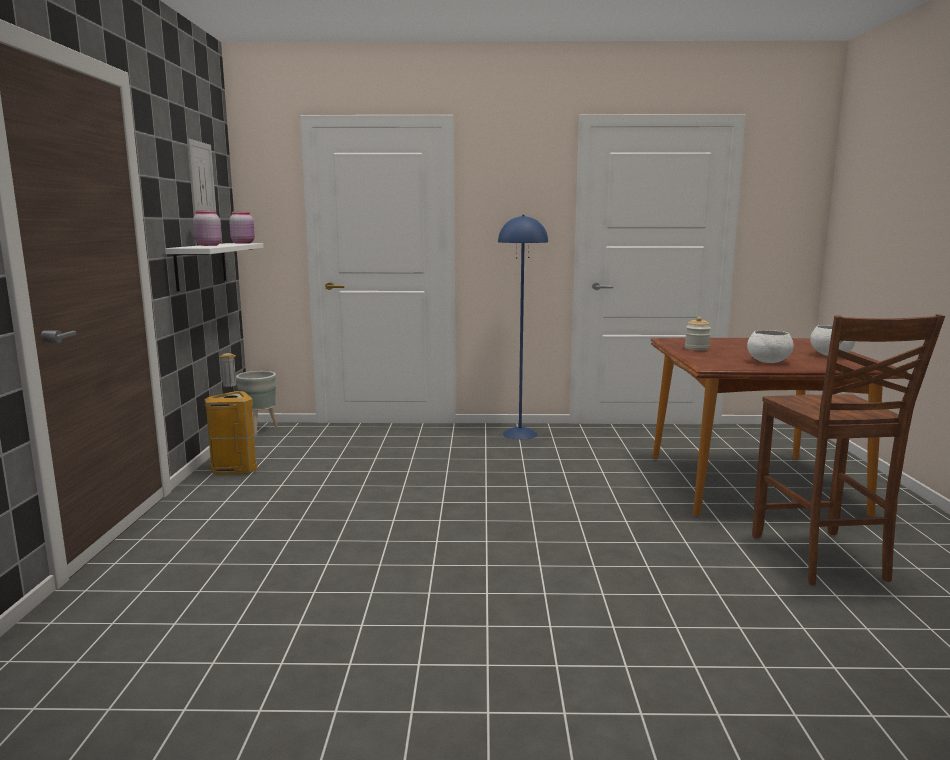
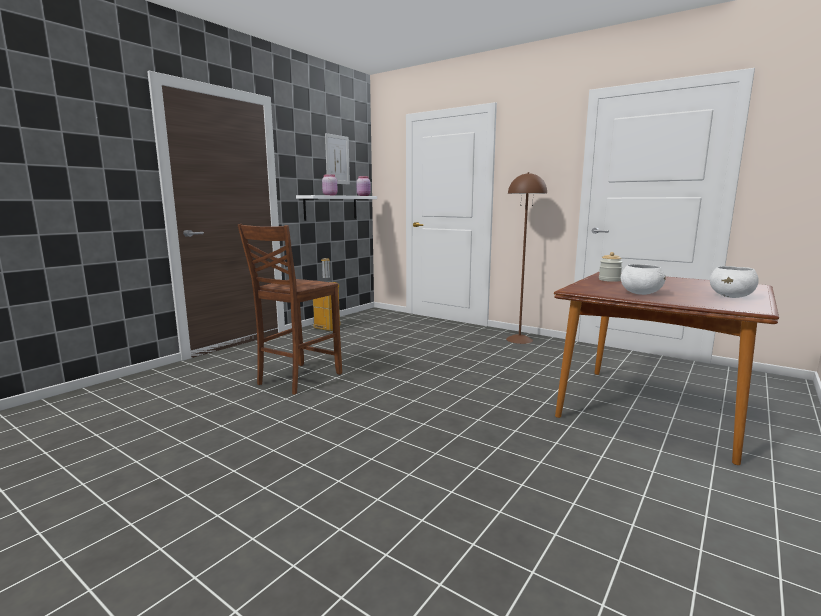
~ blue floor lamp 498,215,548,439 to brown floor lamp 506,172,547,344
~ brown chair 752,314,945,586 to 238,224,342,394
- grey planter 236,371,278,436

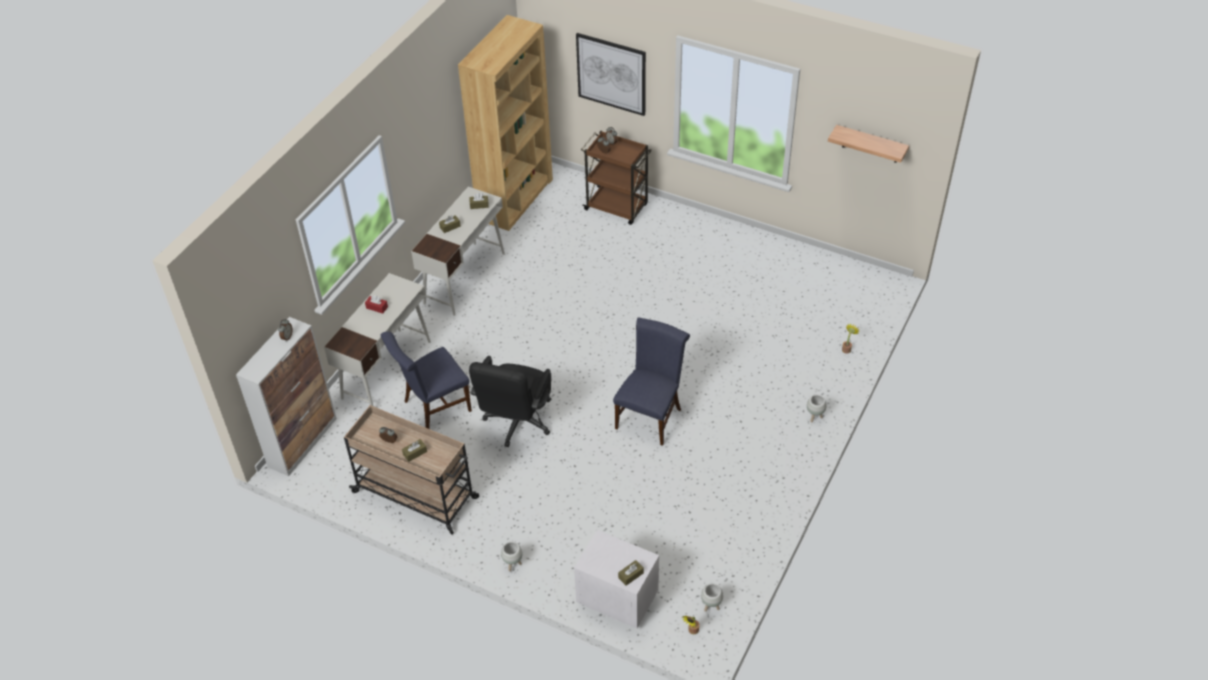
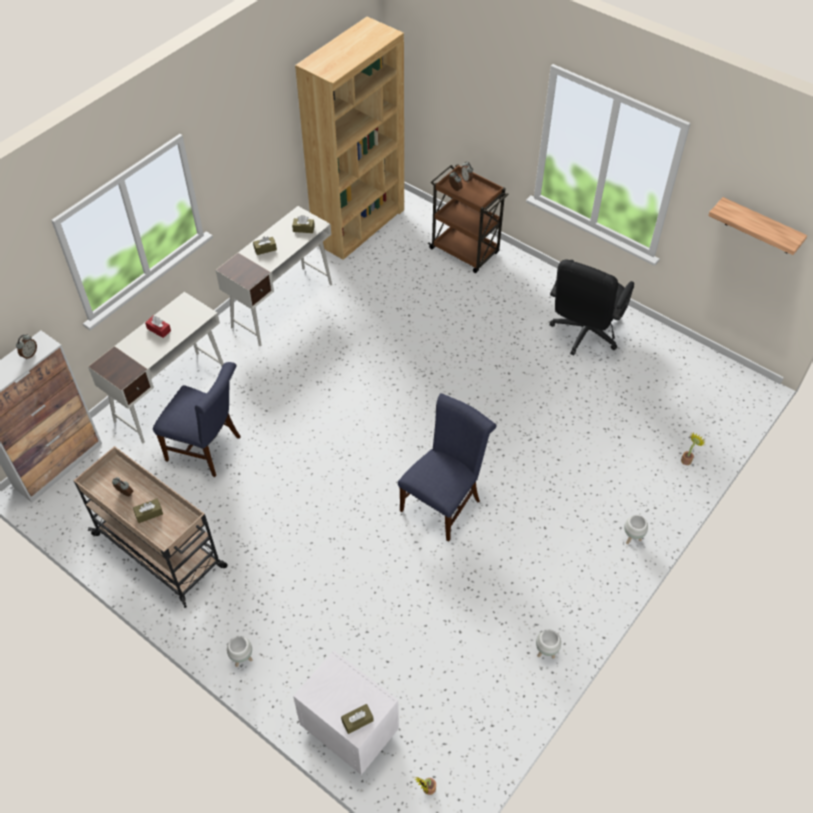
- picture 576,33,646,116
~ blue chair 381,332,472,429 = 153,362,241,477 135 degrees counterclockwise
~ black office chair 469,356,552,447 to 550,259,634,355
~ white planter 701,583,723,612 to 536,629,561,659

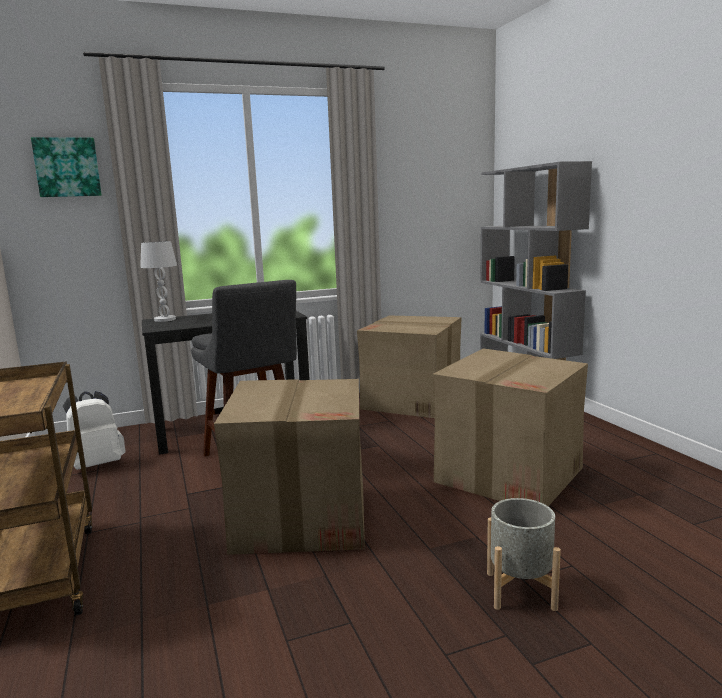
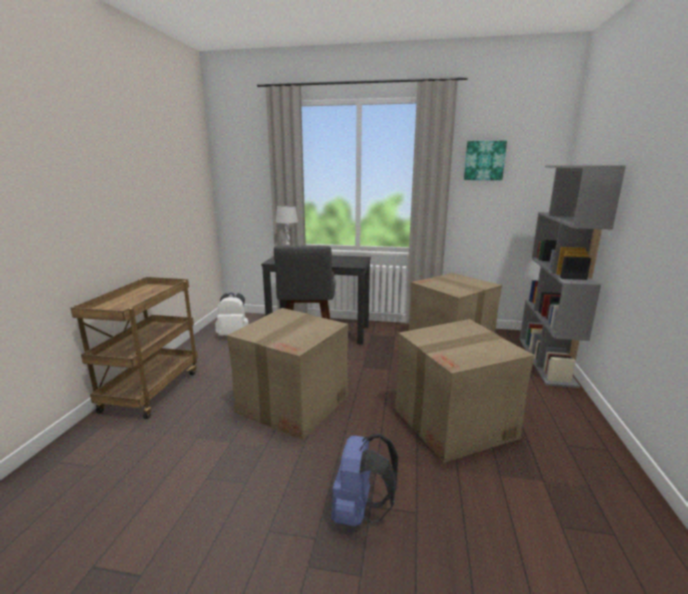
~ picture 31,137,102,197 to 464,141,507,180
~ grey planter 487,498,561,611 to blue backpack 331,434,398,527

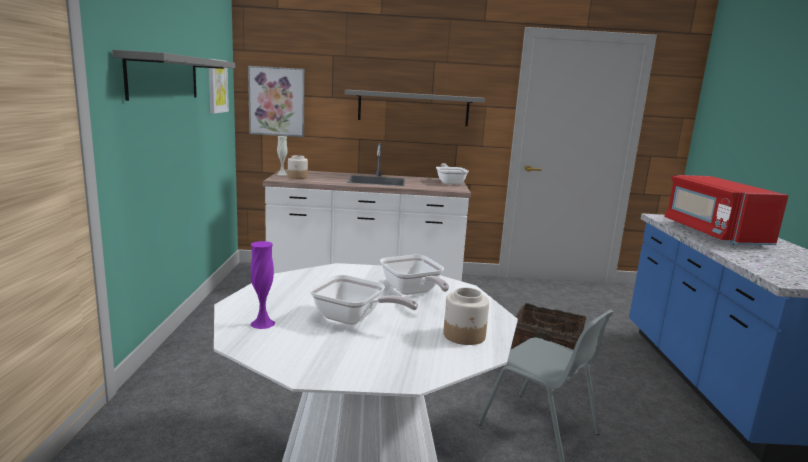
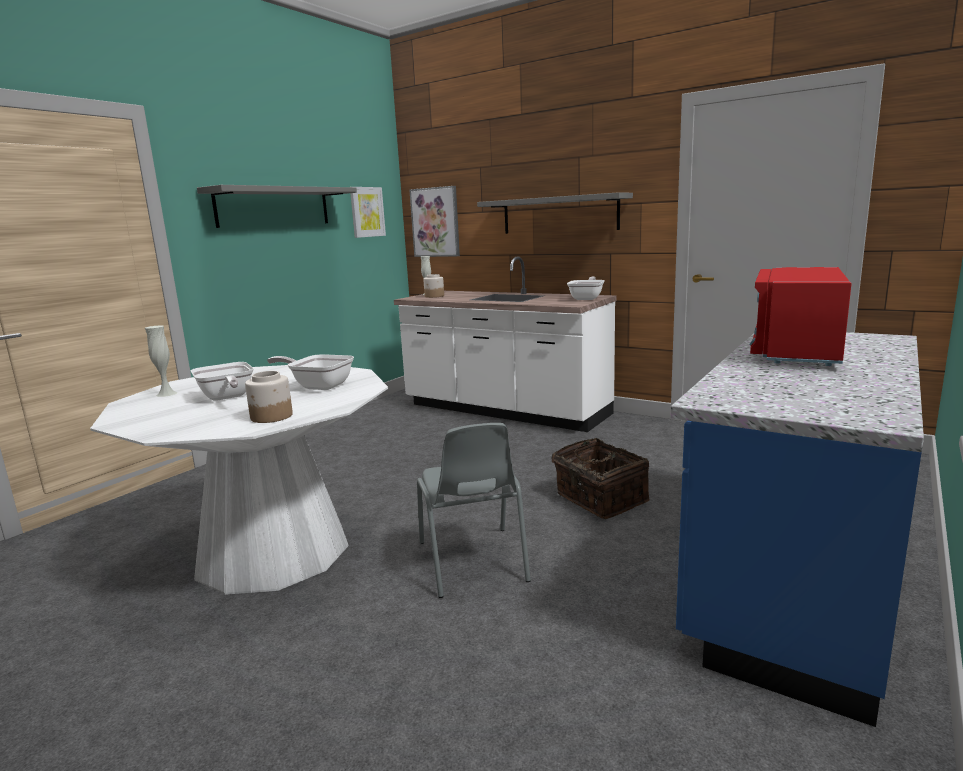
~ purple vase 251,241,275,329 to white vase 145,325,178,397
~ frying pan 380,255,449,295 = 267,354,354,390 105 degrees clockwise

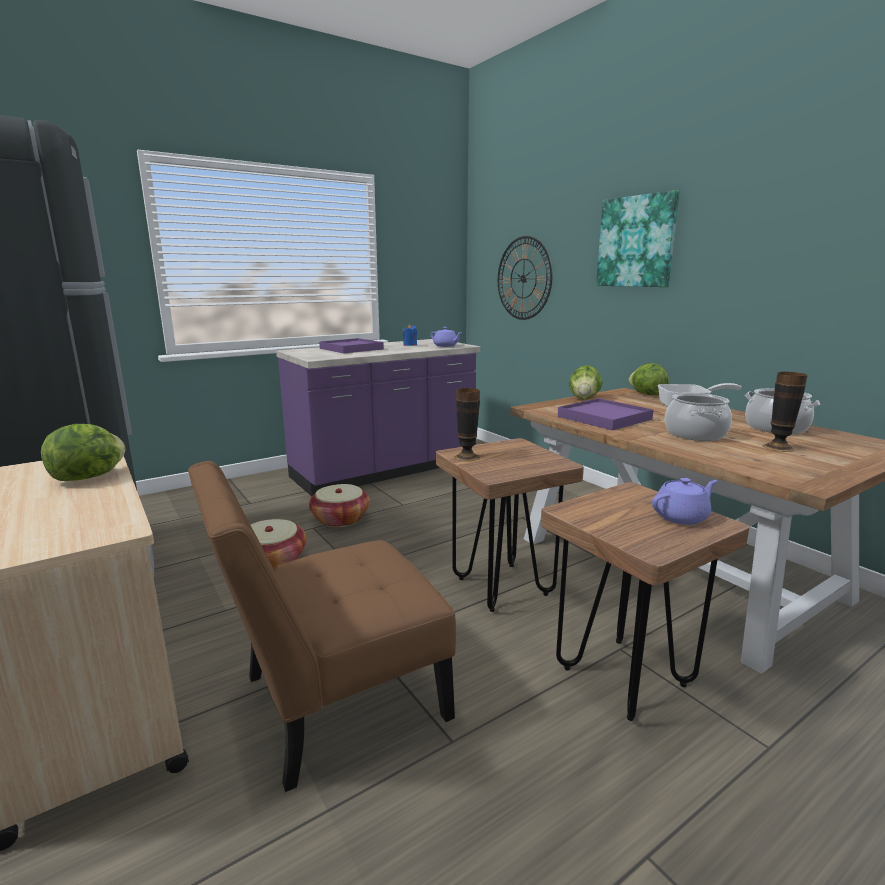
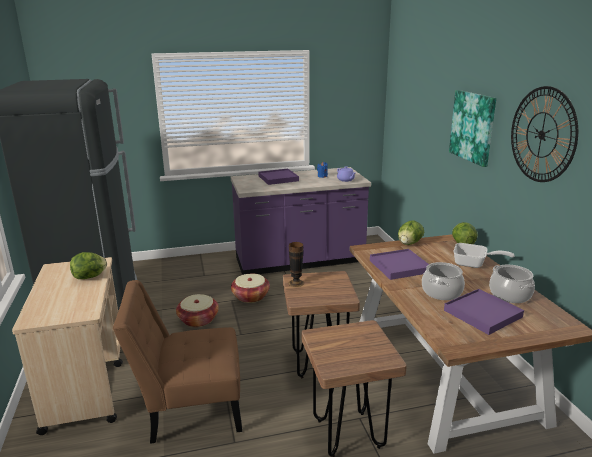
~ wall clock 498,236,553,320 to 511,86,578,182
~ vase 763,372,808,452 to purple tray 444,289,524,335
- purple teapot 652,478,717,525

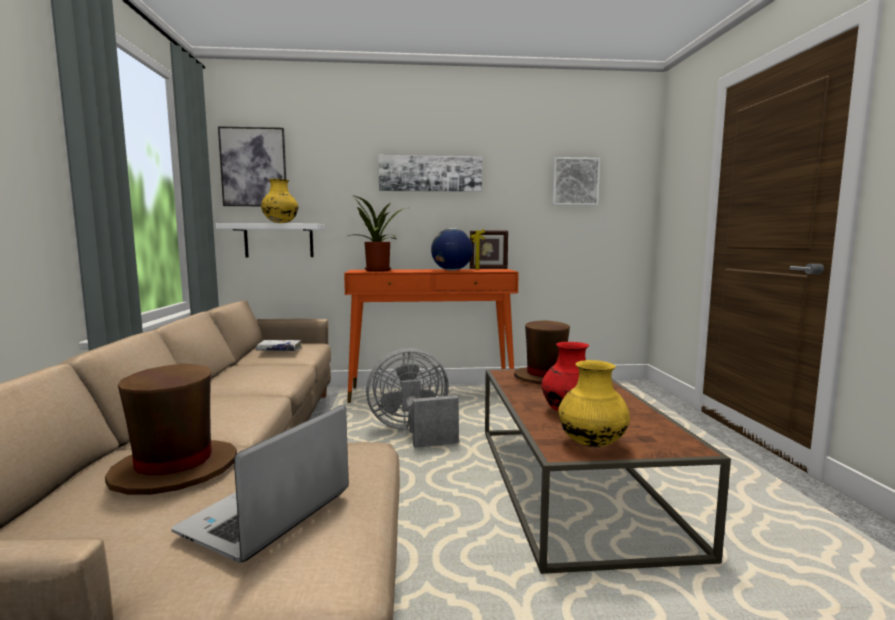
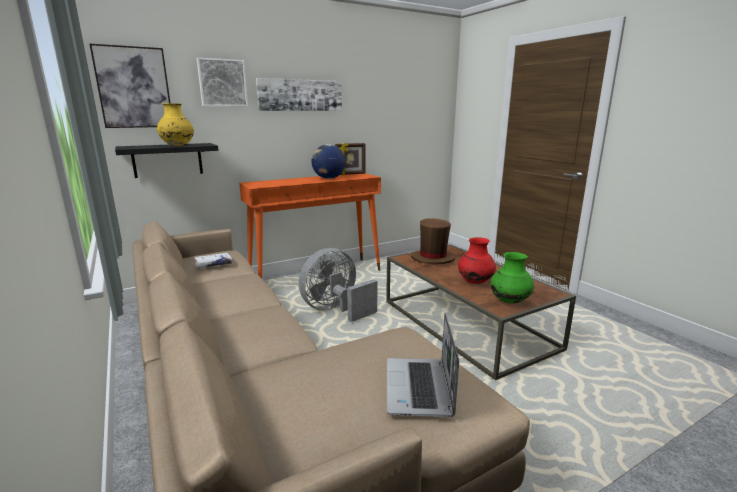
~ picture 552,157,600,205 to 197,58,248,107
- potted plant 348,196,406,272
~ white shelf 216,223,325,257 to black shelf 115,143,218,178
~ yellow vase 558,360,630,447 to green vase 491,252,534,304
- brown hat 105,364,237,495

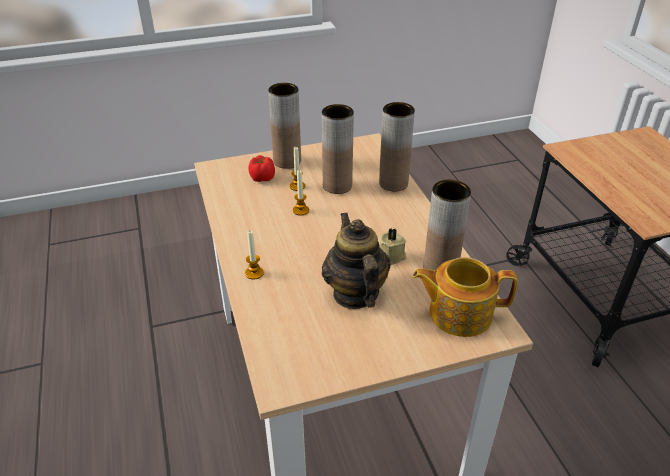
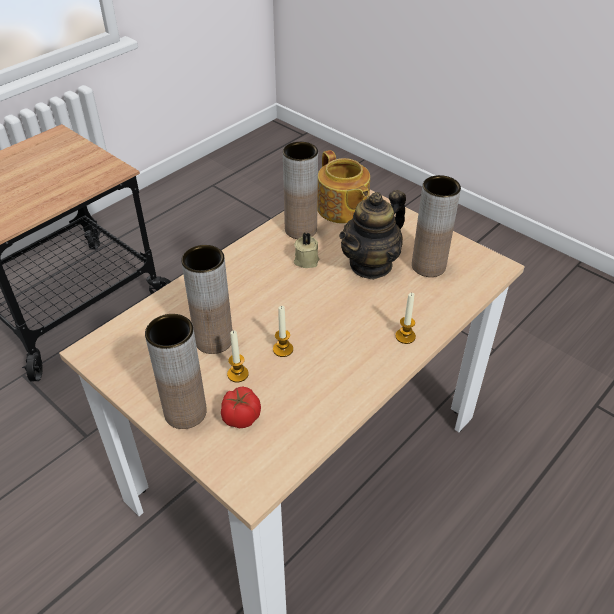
~ brown vase 379,102,415,191 to 412,175,461,277

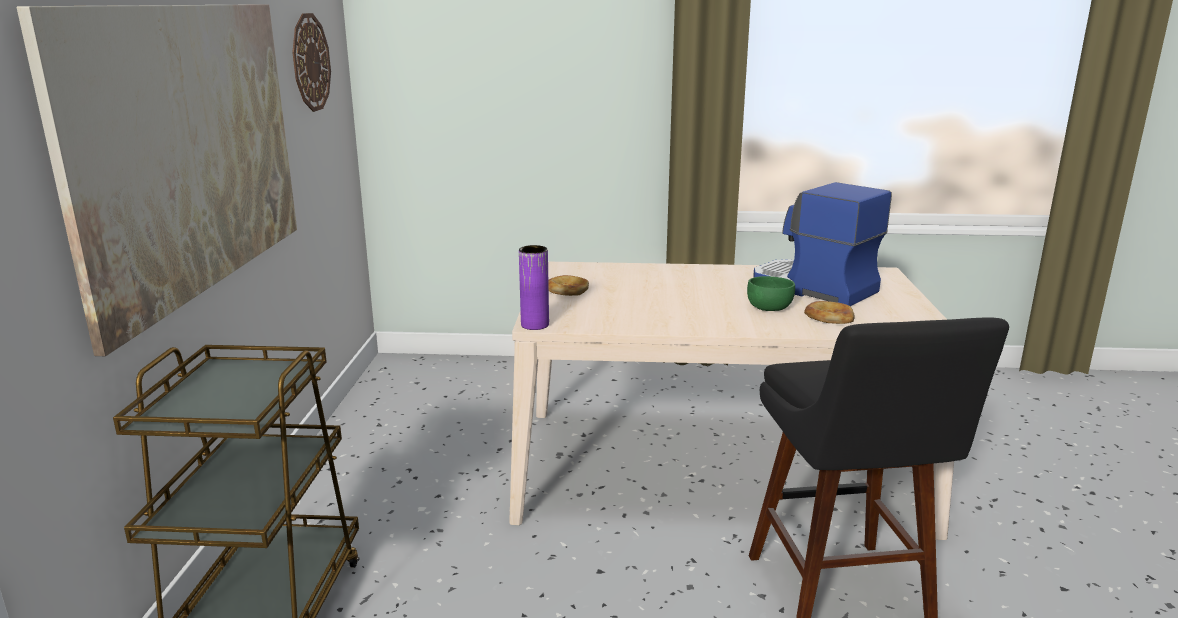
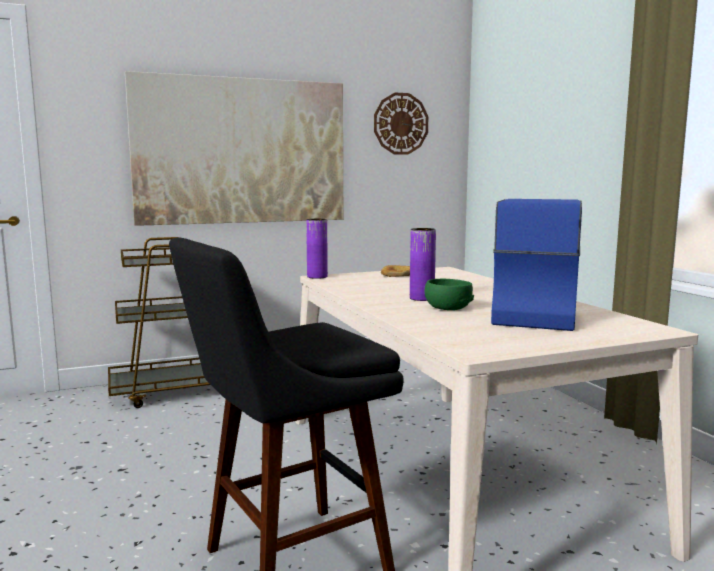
- bread 804,301,854,324
+ purple vase 410,228,436,301

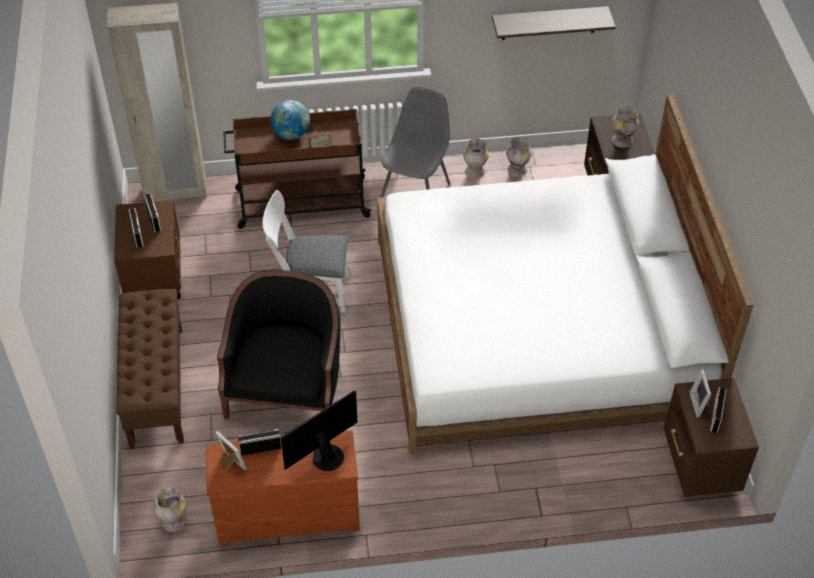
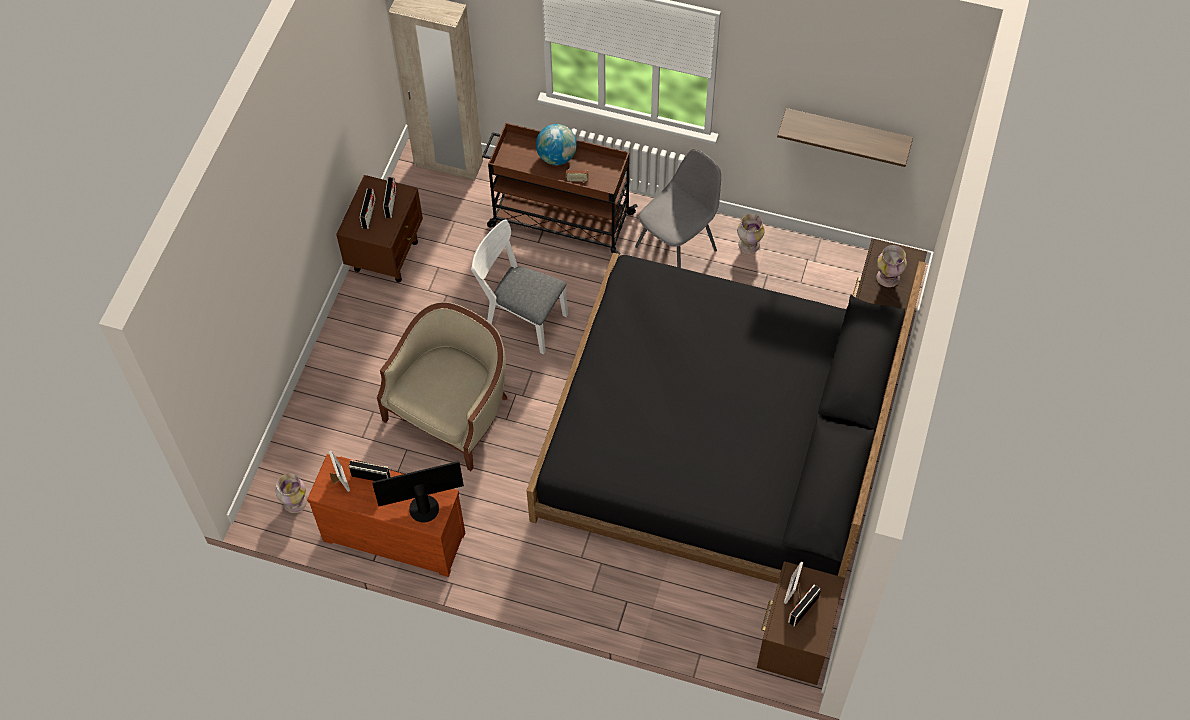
~ white bed 377,94,754,454 to black bed 526,253,926,584
- vase 506,137,531,176
~ black armchair 217,270,341,420 to beige armchair 377,302,507,471
- brown bench 116,289,184,448

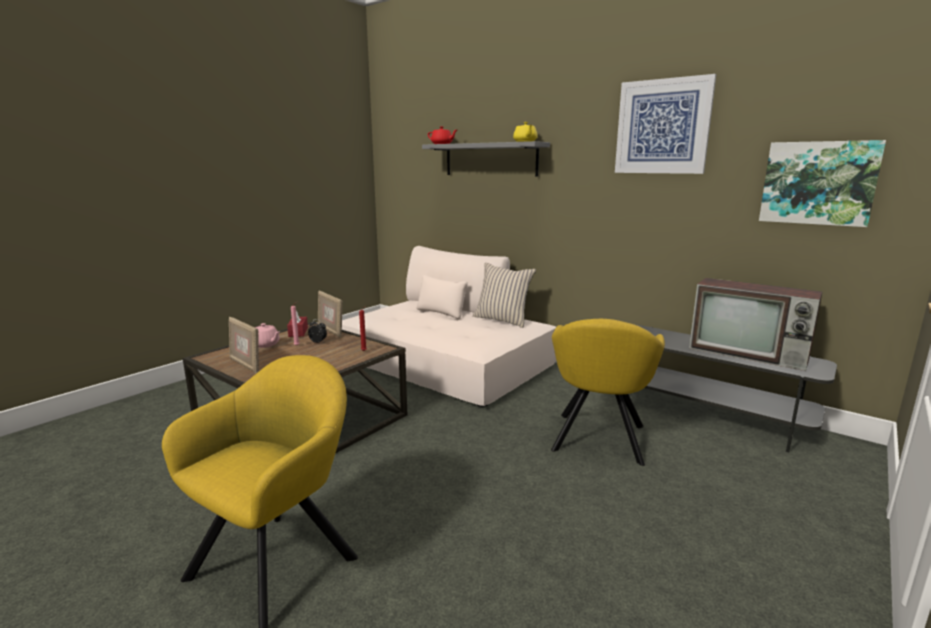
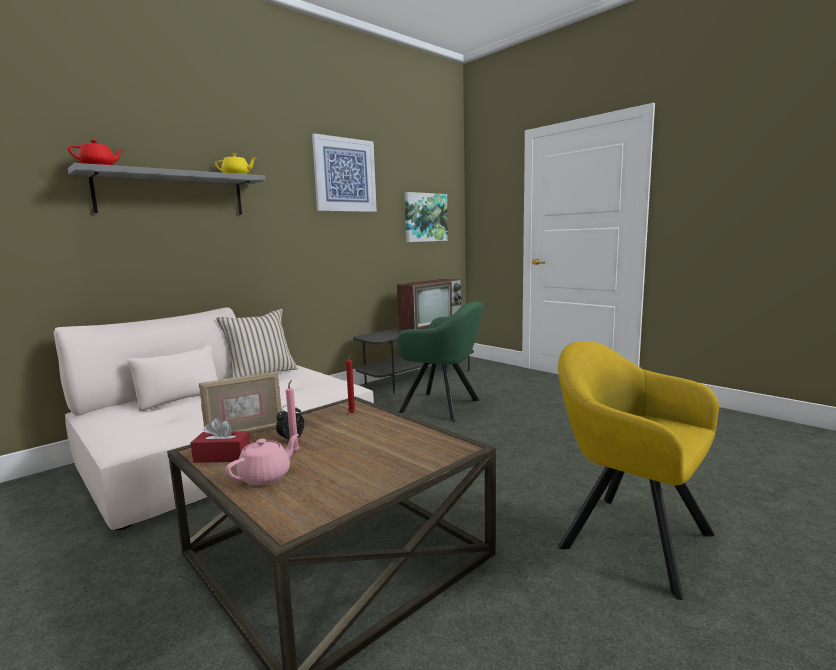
- picture frame 229,317,259,373
~ yellow armchair 551,319,665,466 to green armchair 397,301,483,422

